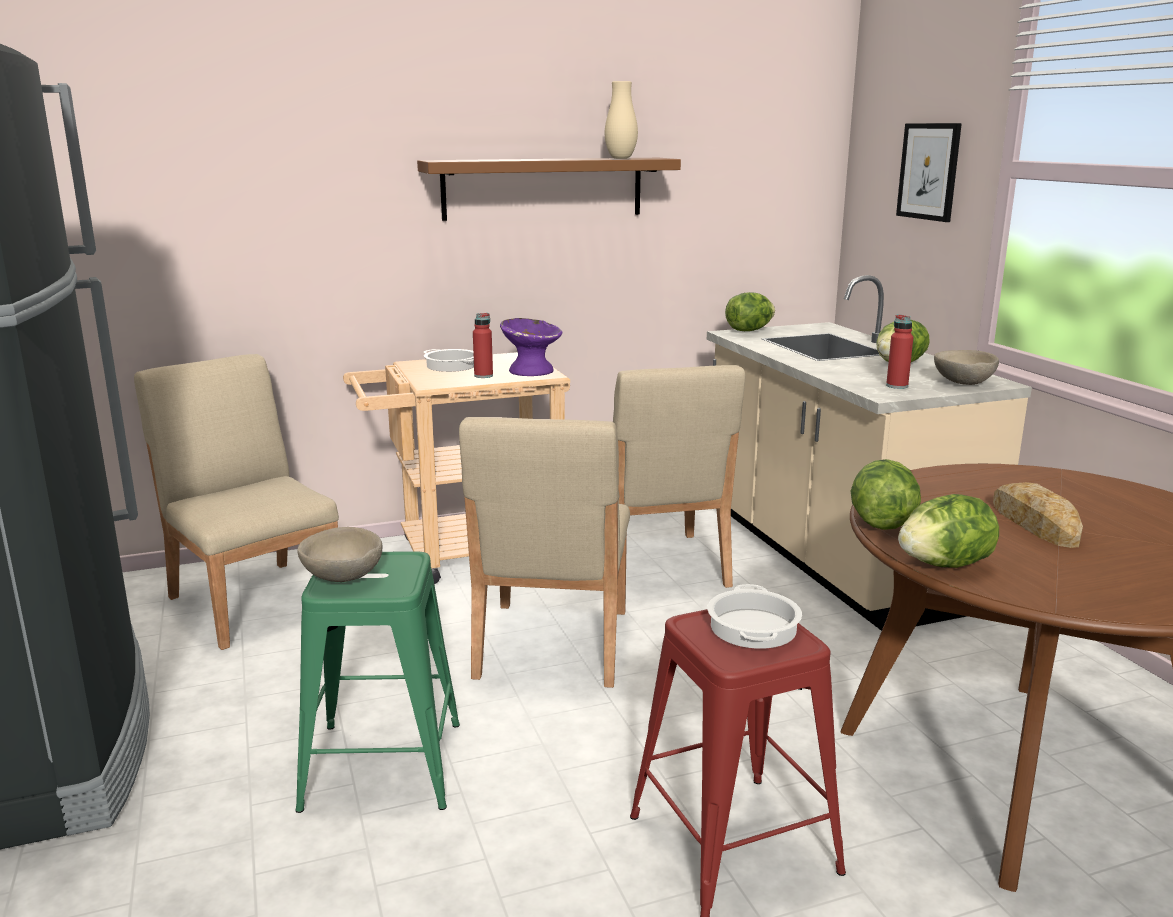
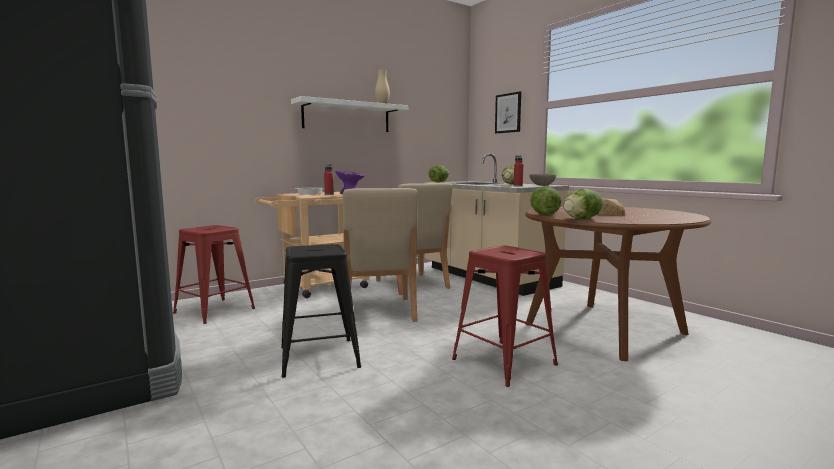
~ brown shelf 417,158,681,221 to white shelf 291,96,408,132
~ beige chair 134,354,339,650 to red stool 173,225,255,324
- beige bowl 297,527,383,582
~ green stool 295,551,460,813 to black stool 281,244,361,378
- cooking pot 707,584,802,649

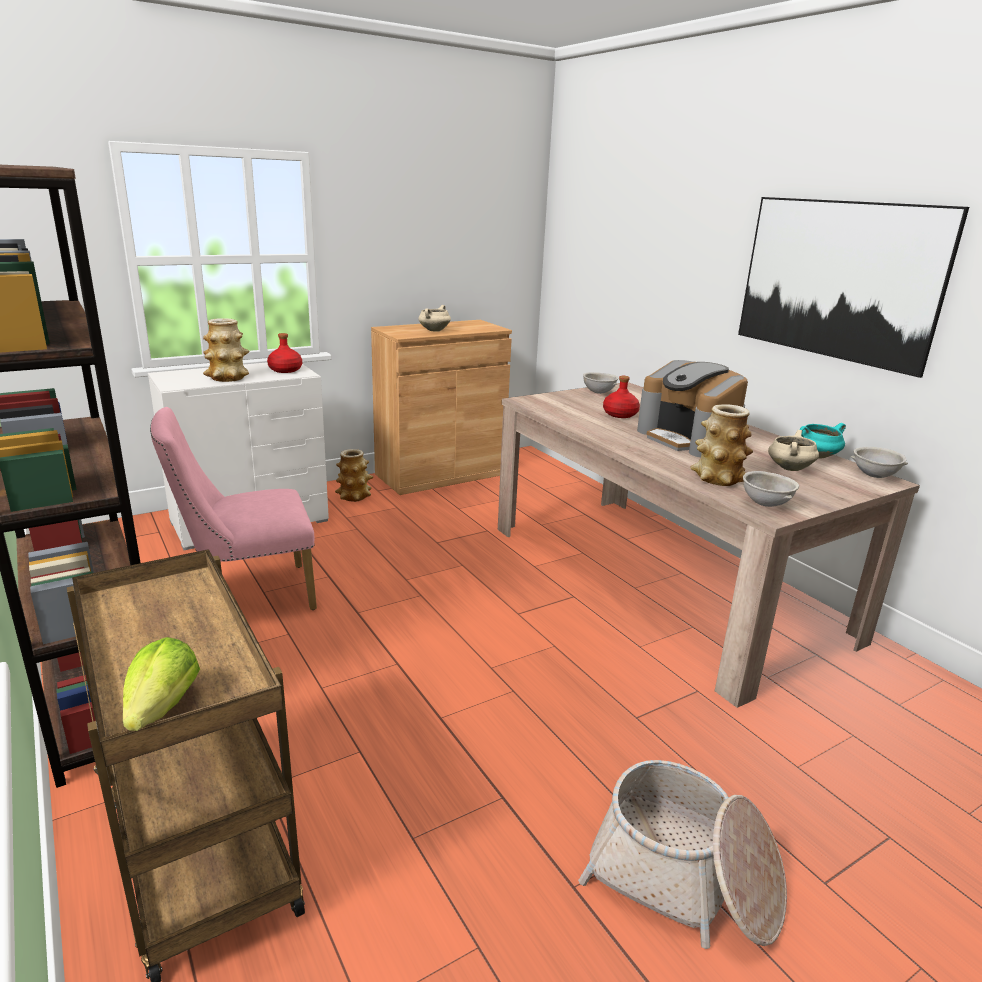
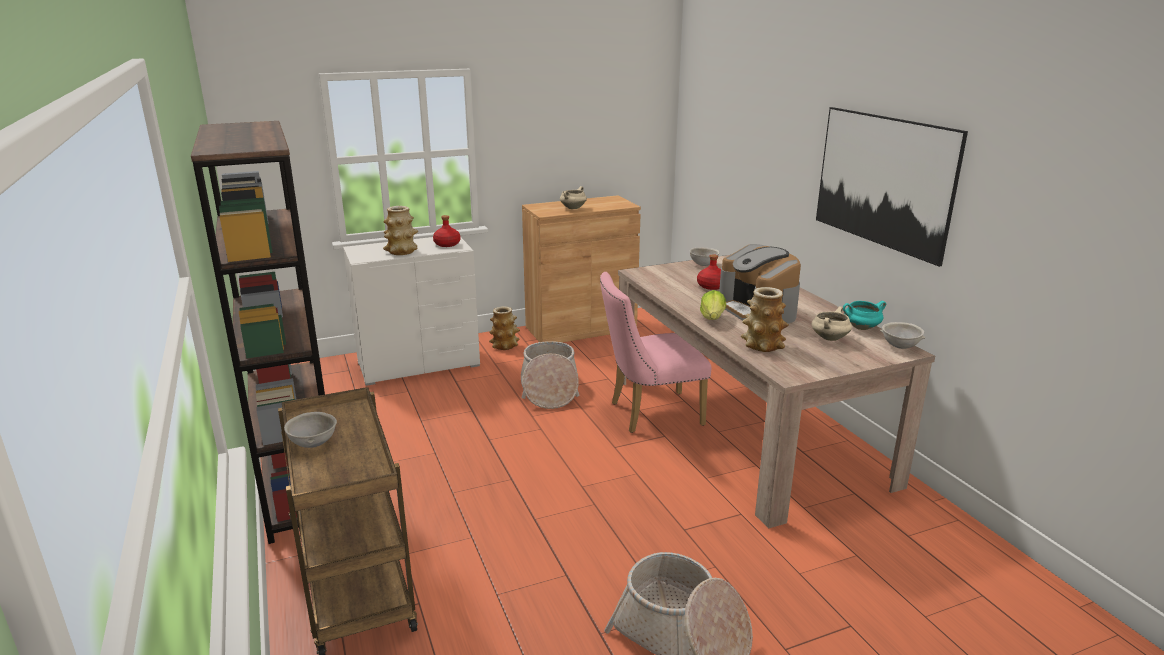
~ pink chair 150,407,317,610 to 600,272,712,433
~ grey bowl 743,471,799,507 to 284,412,337,448
~ lettuce 123,637,200,731 to 700,290,726,320
+ basket 521,341,580,409

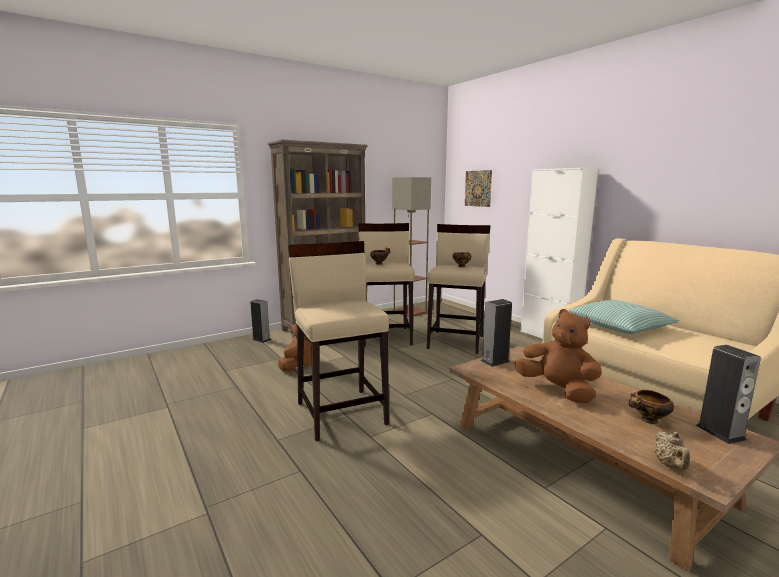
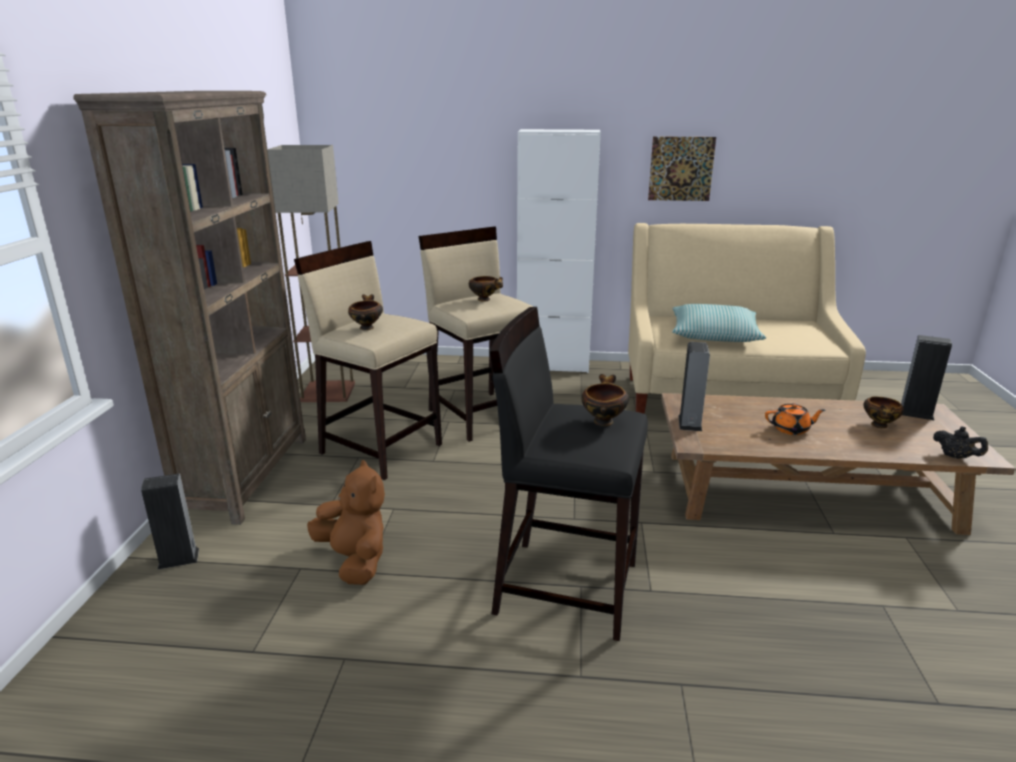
~ picture 465,170,492,207 to 648,136,716,201
~ beige stool 288,241,389,441 to black stool 490,307,648,641
~ brown plush toy 515,309,602,403 to orange teapot 765,403,826,435
~ beige teapot 655,431,690,470 to black teapot 933,427,988,459
+ bowl 582,374,629,426

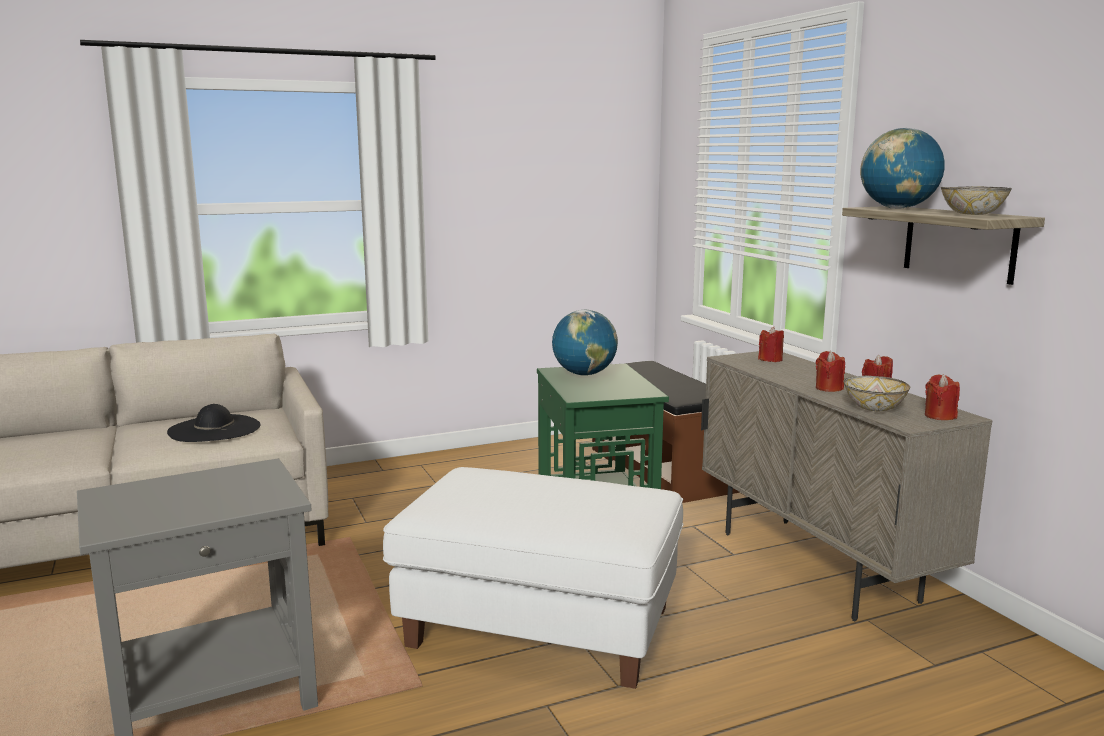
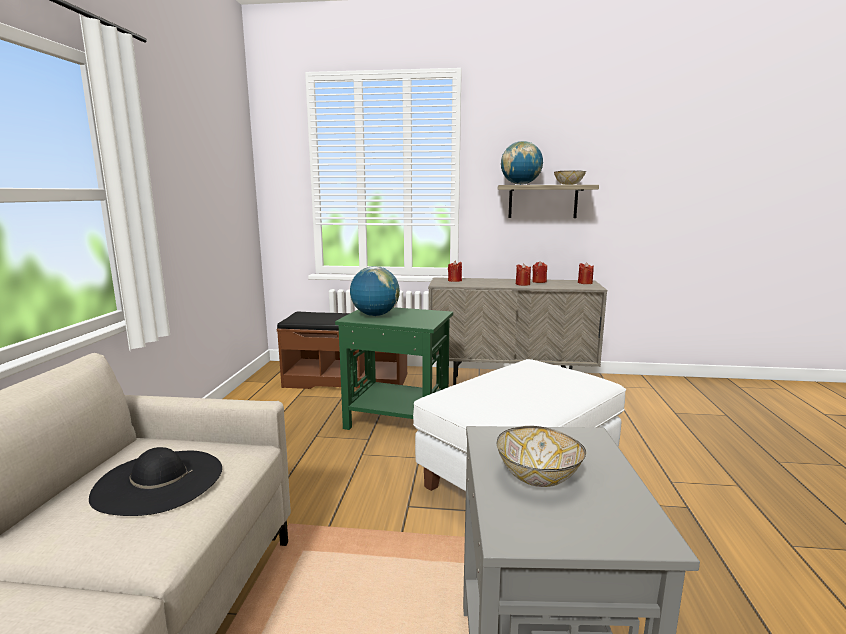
~ bowl 844,376,910,411 to 497,426,586,487

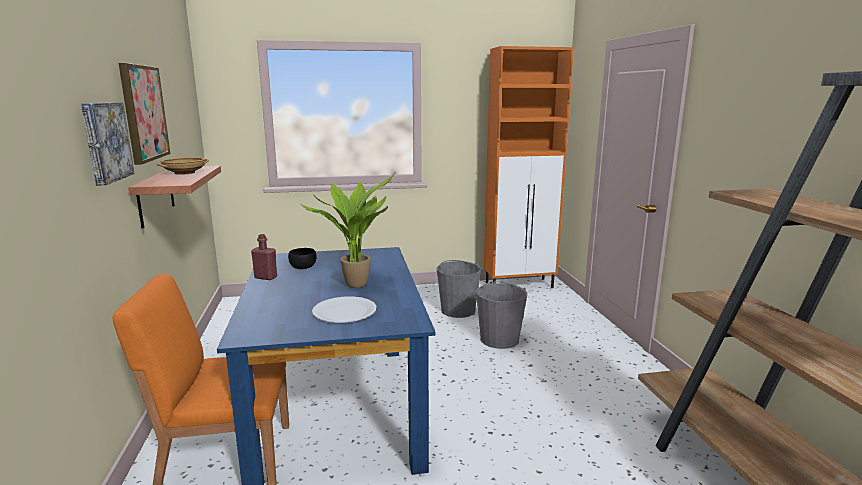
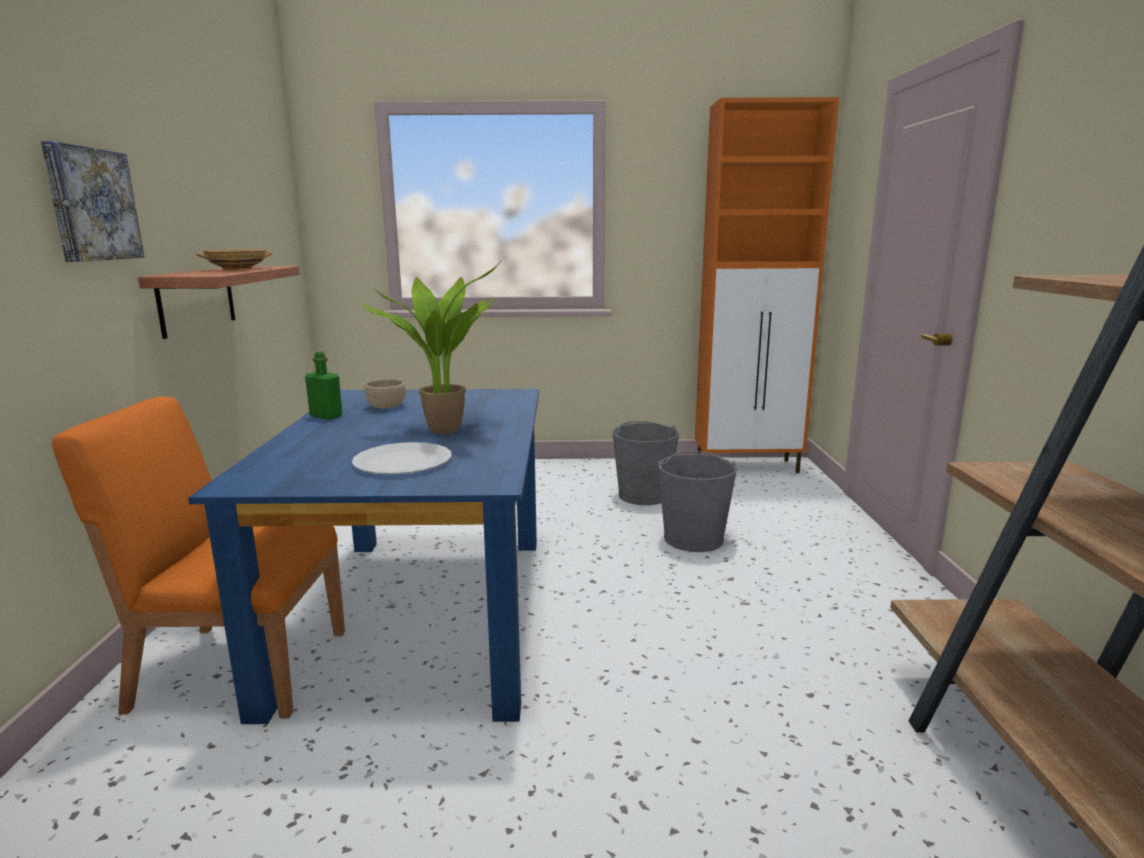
- picture 118,63,170,165
~ red bottle 251,234,277,280 to green bottle 305,352,343,420
~ black bowl 288,248,317,269 to beige bowl 364,379,406,408

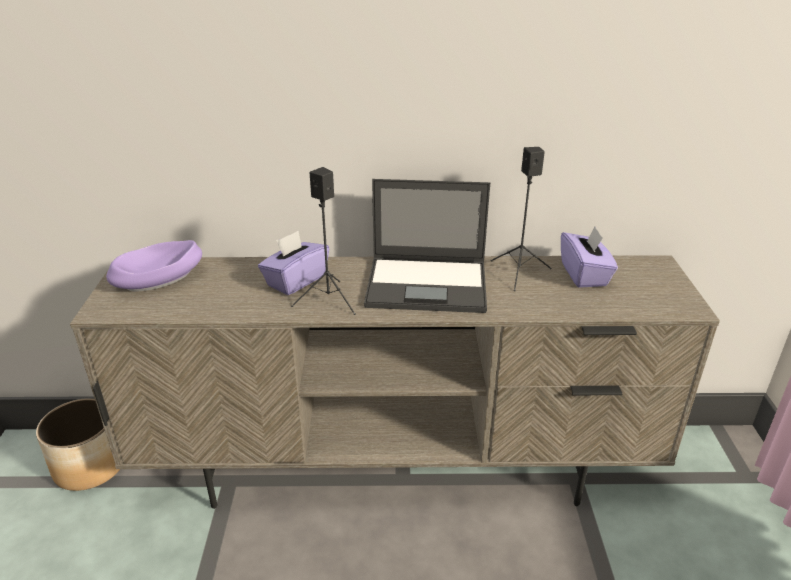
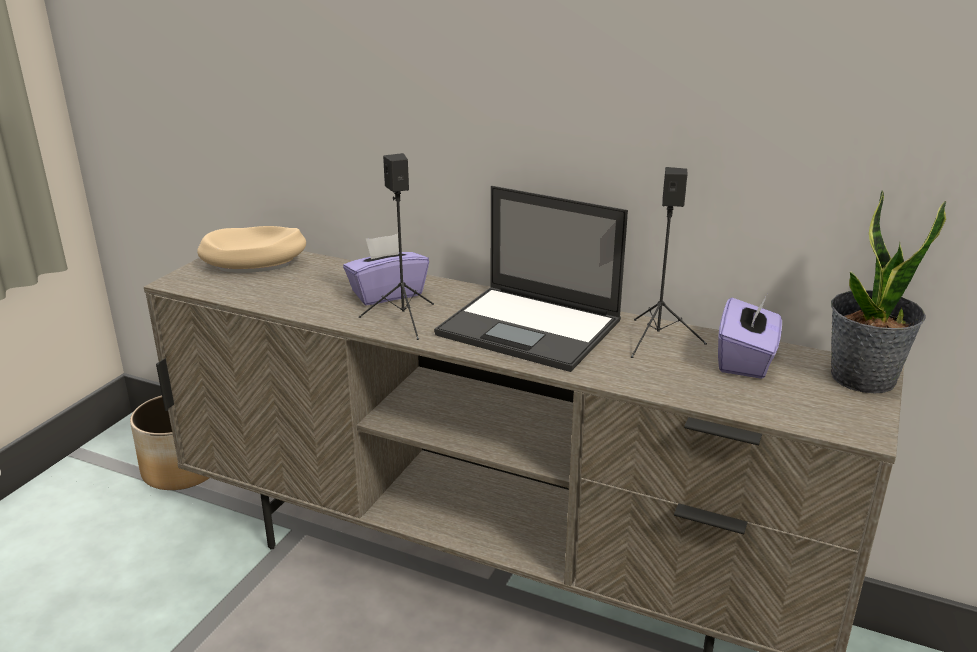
~ purple bowl 106,240,202,291 to beige bowl 197,226,306,273
+ potted plant 831,190,946,393

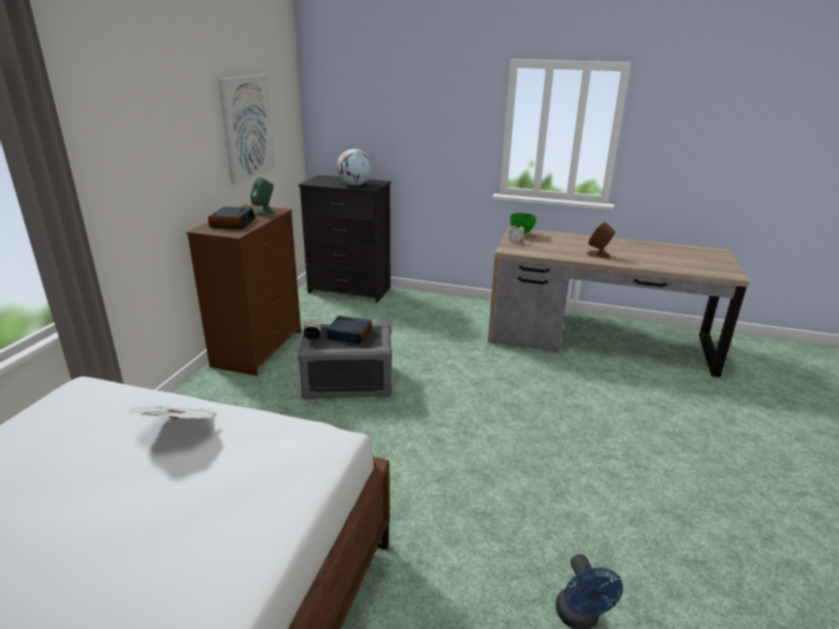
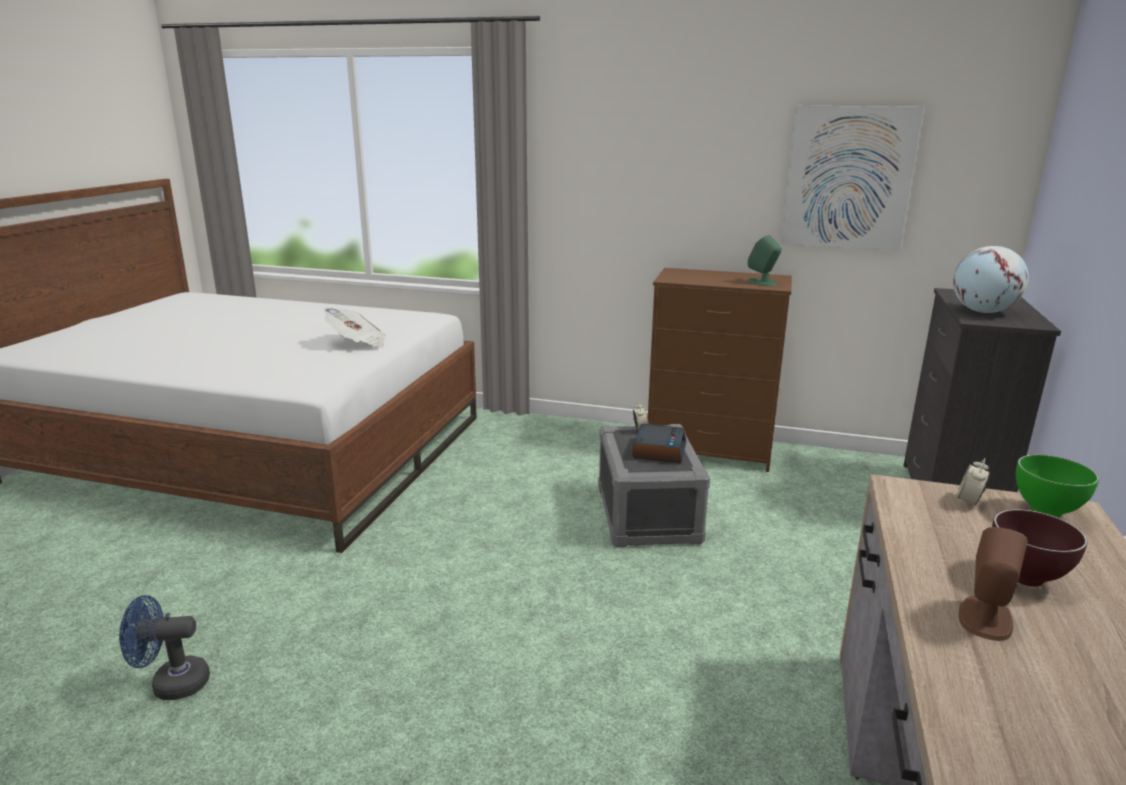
- alarm clock 208,207,255,229
+ brown bowl 992,509,1087,587

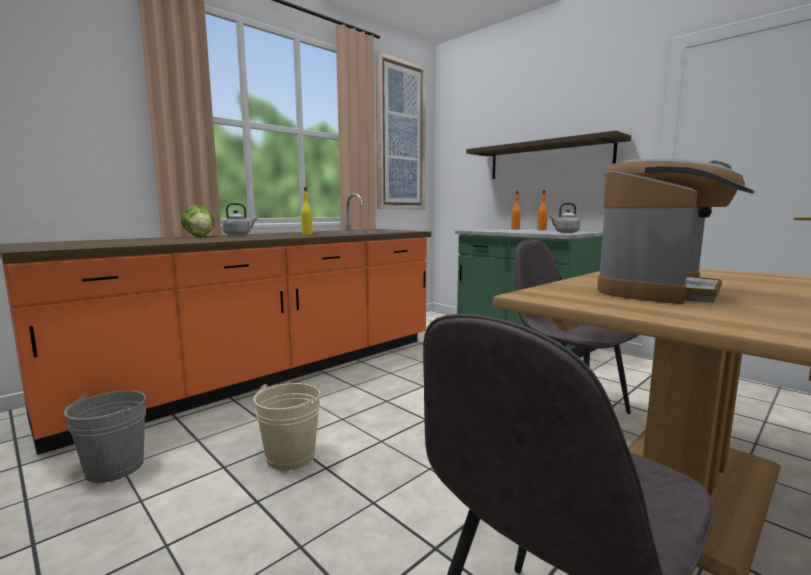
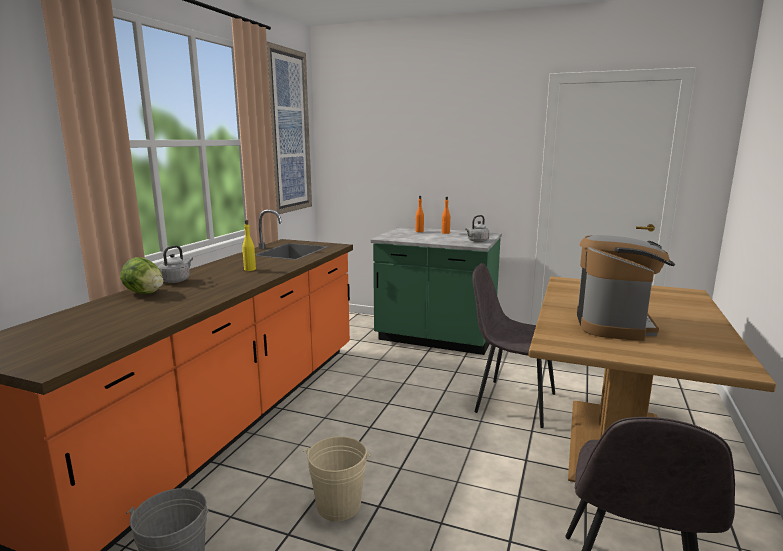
- shelf 466,131,631,179

